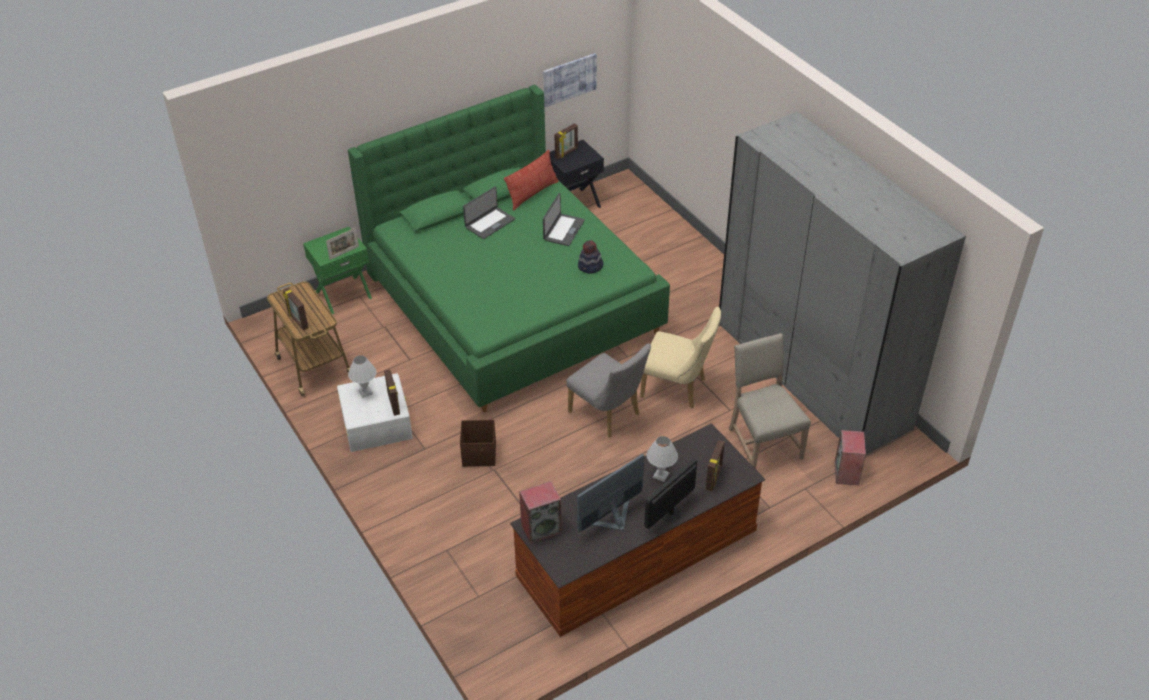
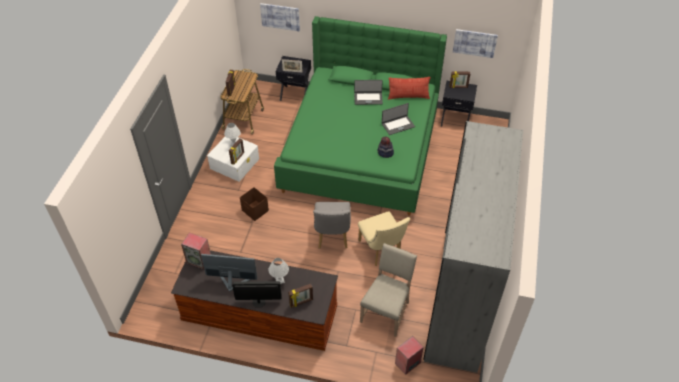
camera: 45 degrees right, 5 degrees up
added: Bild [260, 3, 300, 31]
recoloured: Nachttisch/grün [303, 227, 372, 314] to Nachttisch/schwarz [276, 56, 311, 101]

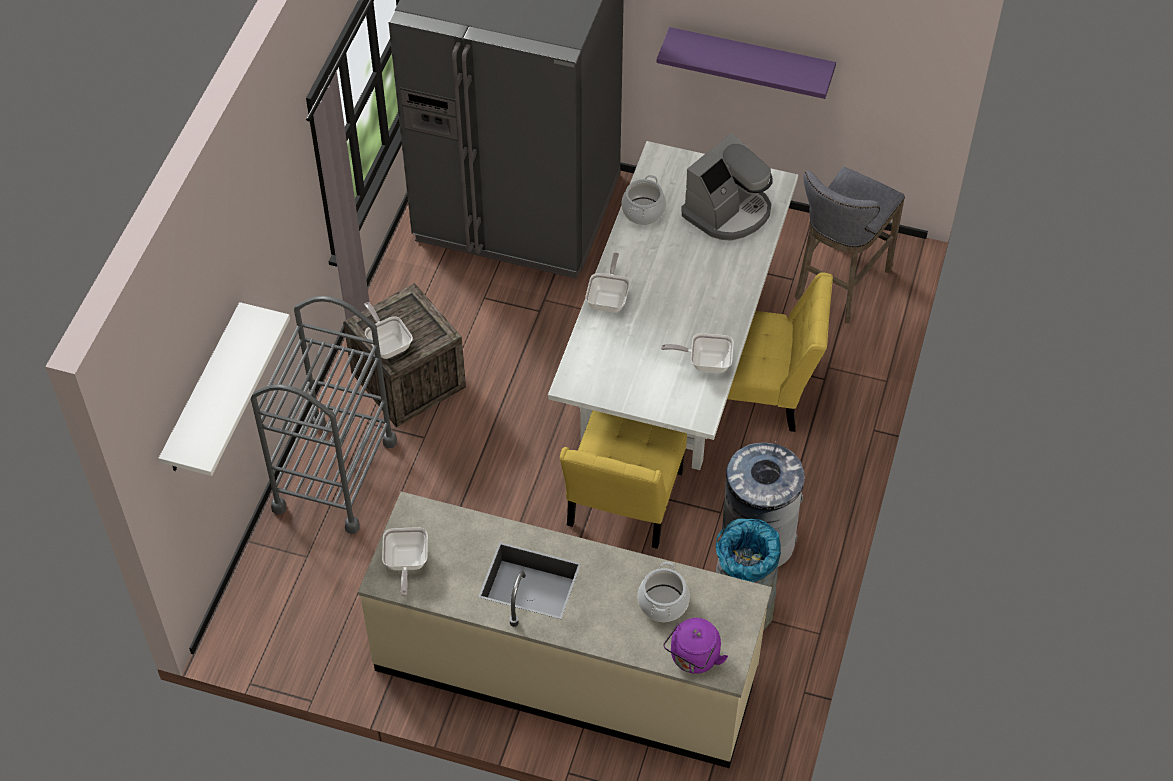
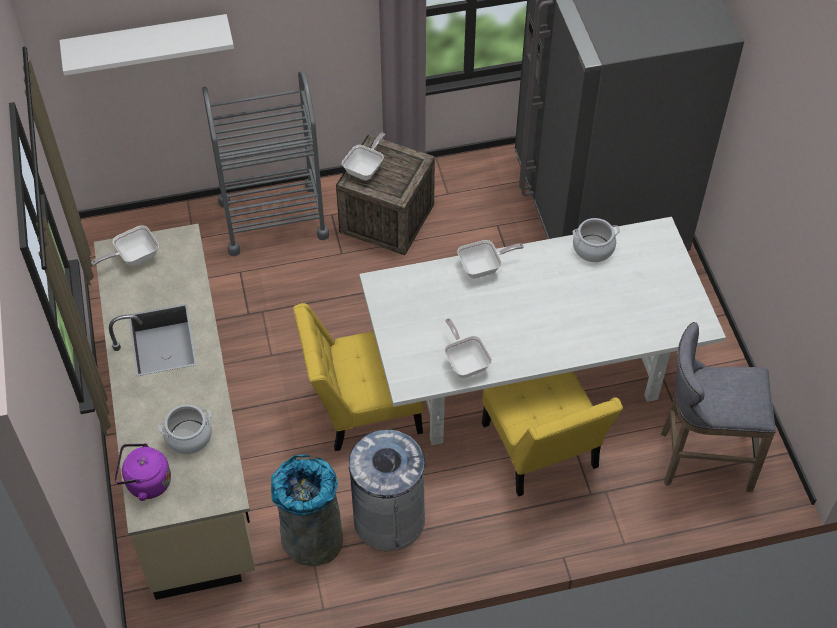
camera: 60 degrees right, 0 degrees up
removed: Wandregal/lila [657, 27, 836, 99]; Kaffeemaschine [681, 133, 773, 241]

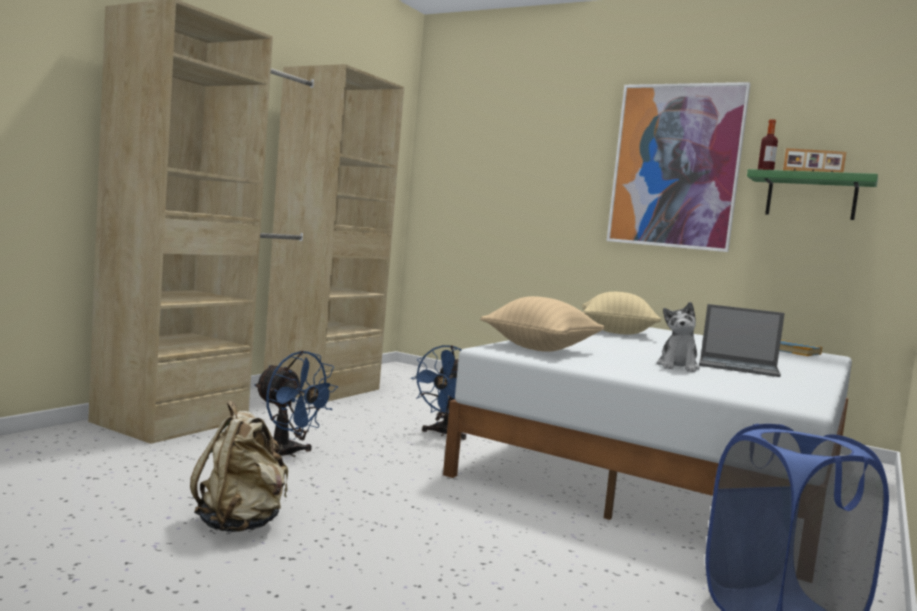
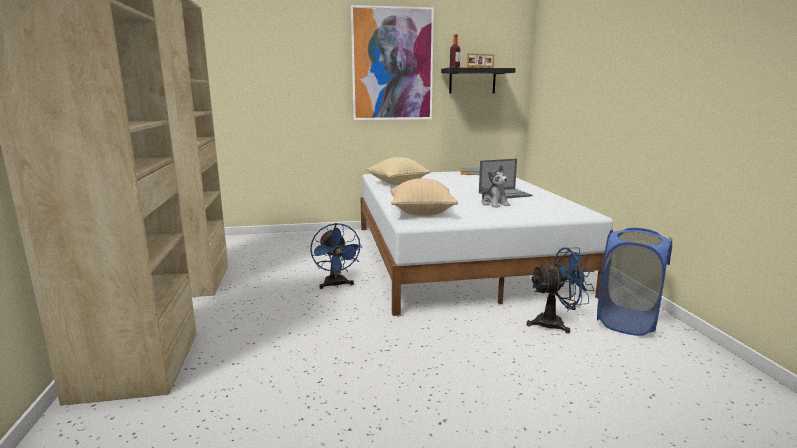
camera: 40 degrees left, 10 degrees up
removed: Rucksack/beige [190, 401, 288, 532]
moved: Ventilator/blau [254, 351, 338, 457] to [526, 248, 595, 334]
recoloured: Wandregal/grün [747, 169, 878, 220] to Wandregal/schwarz [441, 68, 516, 94]

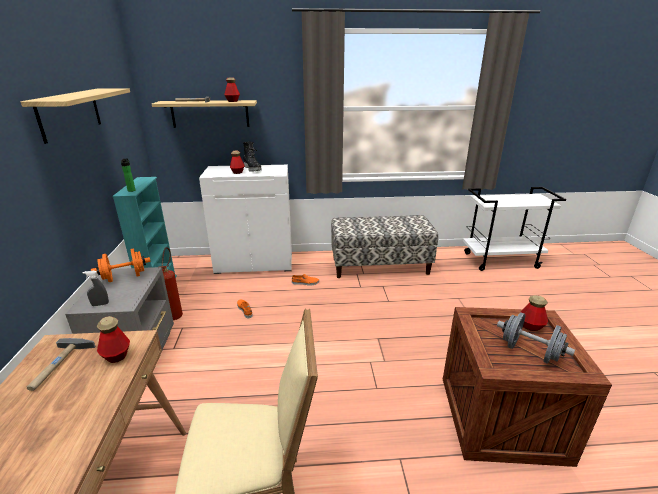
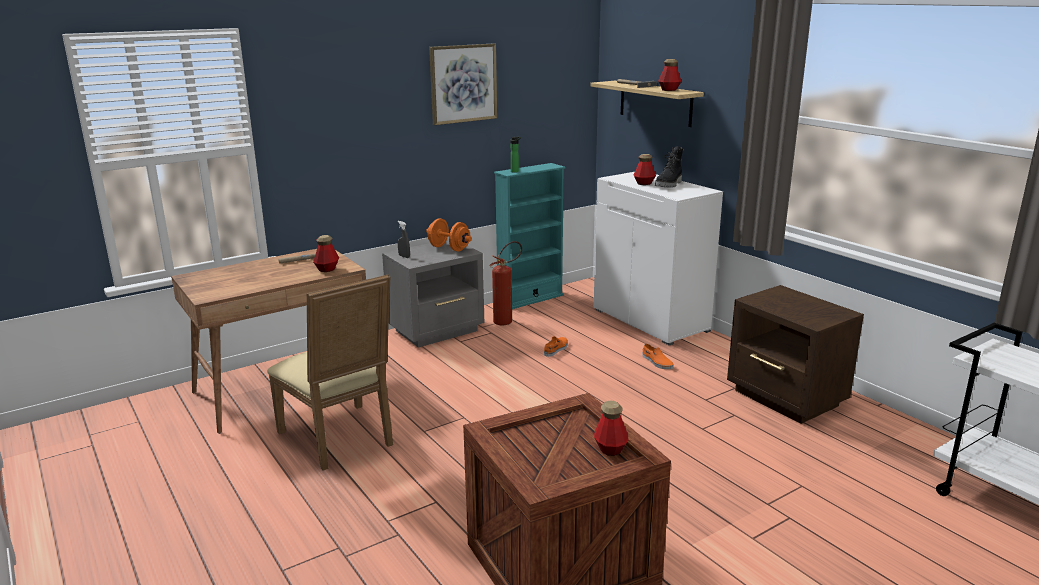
camera: 60 degrees right, 5 degrees down
removed: Hantel/grau [497, 312, 575, 364]
replaced: Wandregal [21, 88, 130, 144] to Bild [429, 43, 497, 125]; Bank [331, 215, 438, 278] to Nachttisch/braun [727, 285, 864, 424]

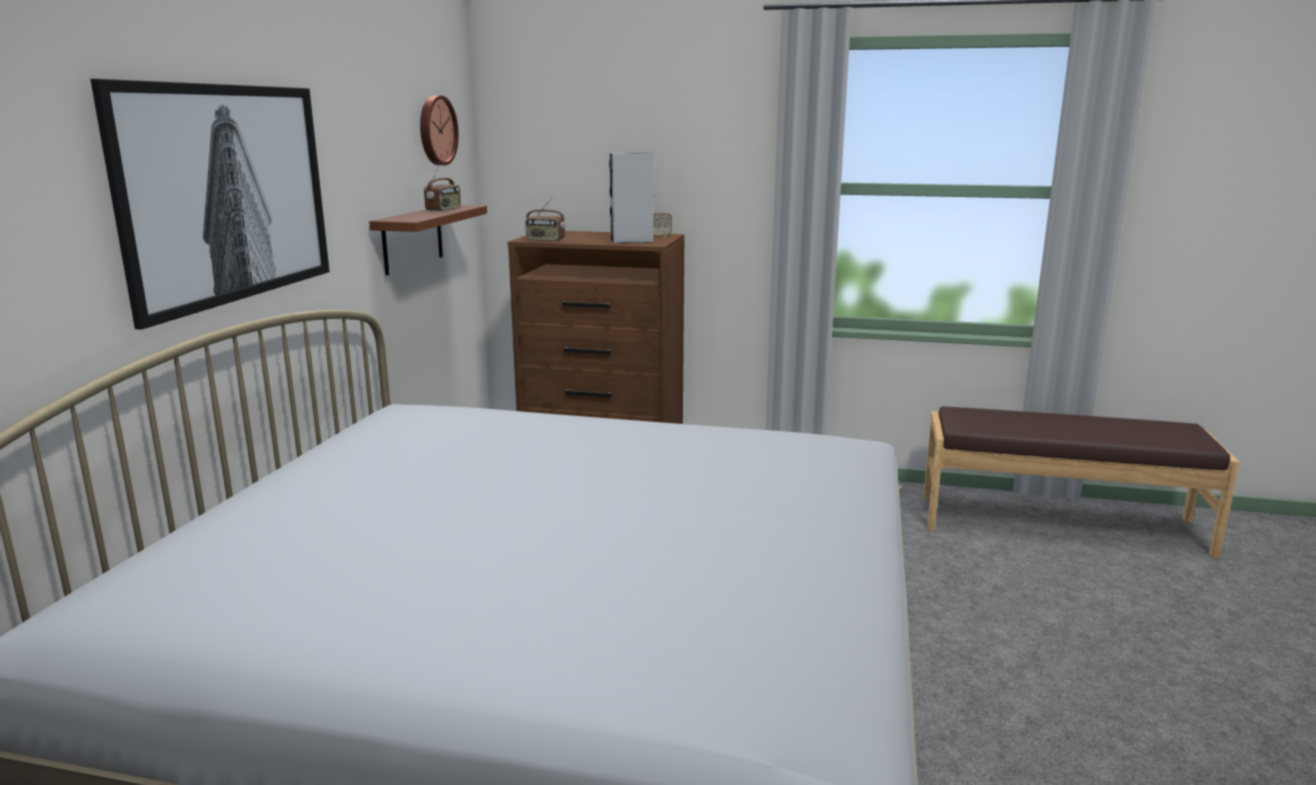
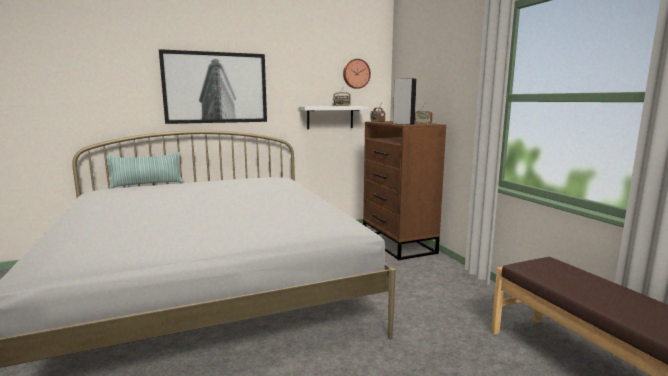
camera: 55 degrees right, 5 degrees down
added: Kissen [106, 152, 183, 189]
recoloured: Wandregal/braun [369, 205, 487, 276] to Wandregal/weiß [299, 106, 368, 129]

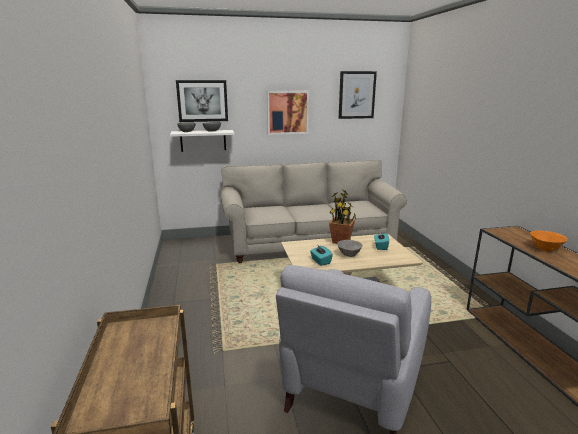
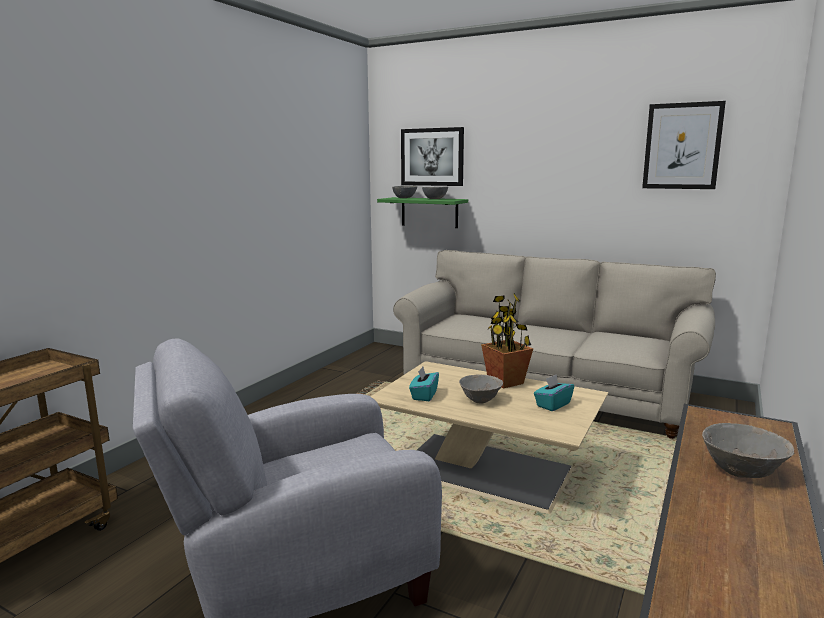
camera: 40 degrees right, 5 degrees down
removed: Bild [267, 91, 309, 135]
recoloured: Wandregal/weiß [170, 130, 234, 152] to Wandregal/grün [377, 197, 468, 228]; Schüssel/orange [530, 230, 568, 252] to Schüssel/grau [702, 423, 794, 478]

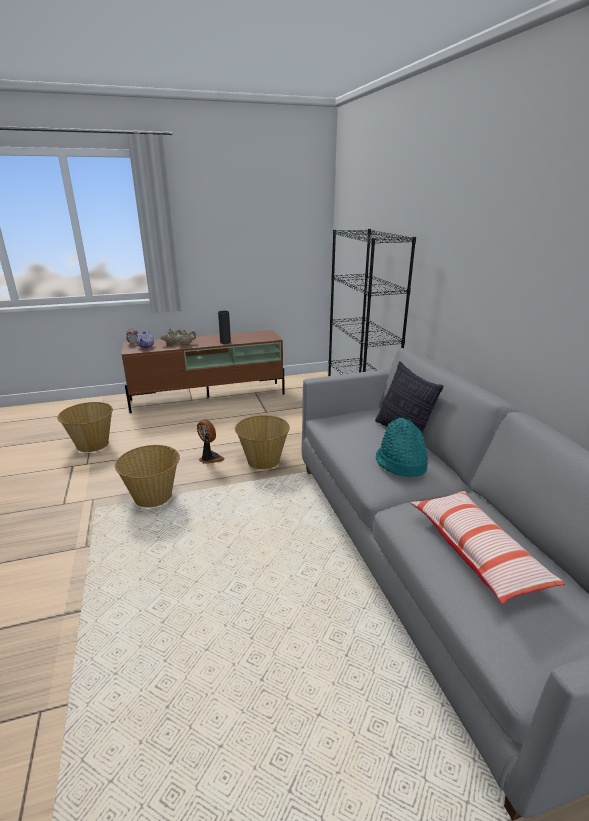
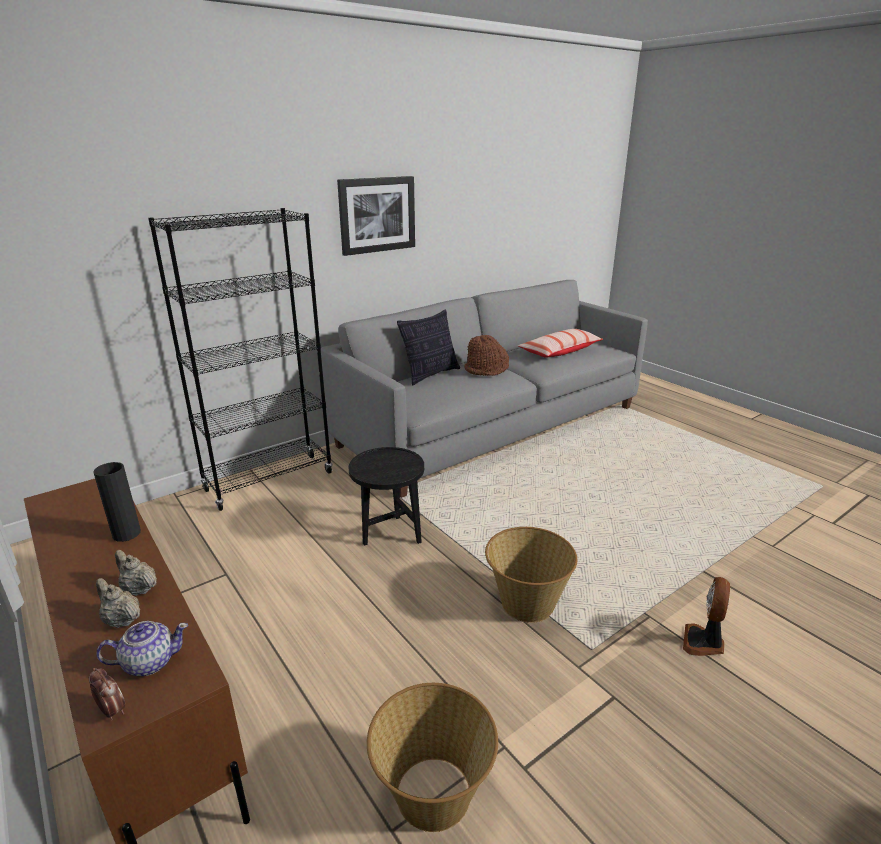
camera: 110 degrees left, 0 degrees up
added: Bild [337, 176, 415, 256]
moved: Ventilator [197, 419, 225, 464] to [683, 577, 730, 656]
replaced: Korb [235, 415, 290, 470] to Beistelltisch/schwarz [348, 447, 424, 546]
recoloured: Hut/türkis [376, 418, 428, 477] to Hut/braun [464, 335, 509, 376]

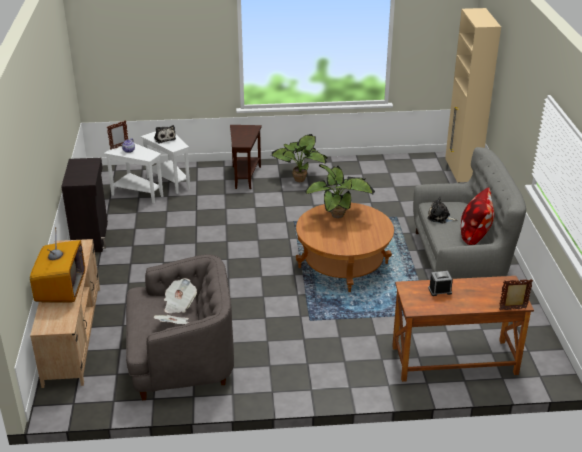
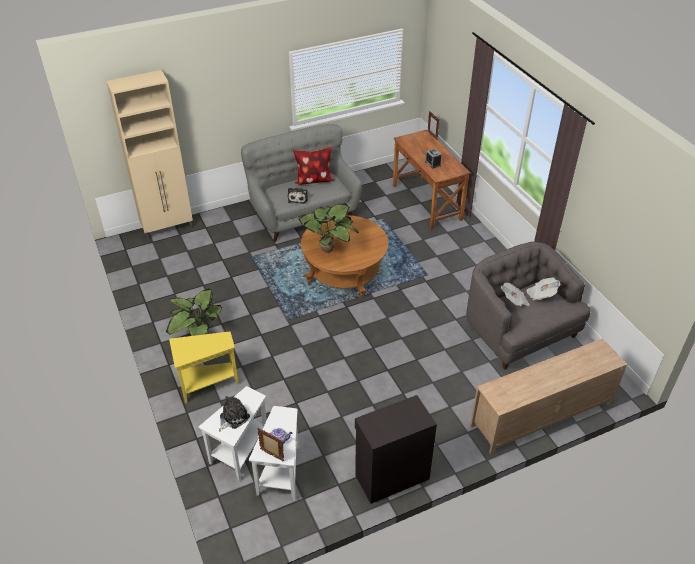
camera: 110 degrees left, 10 degrees up
removed: Fernseher [30, 227, 85, 303]
recoloured: Beistelltisch/braun [230, 125, 262, 189] to Beistelltisch/gelb [169, 331, 239, 404]

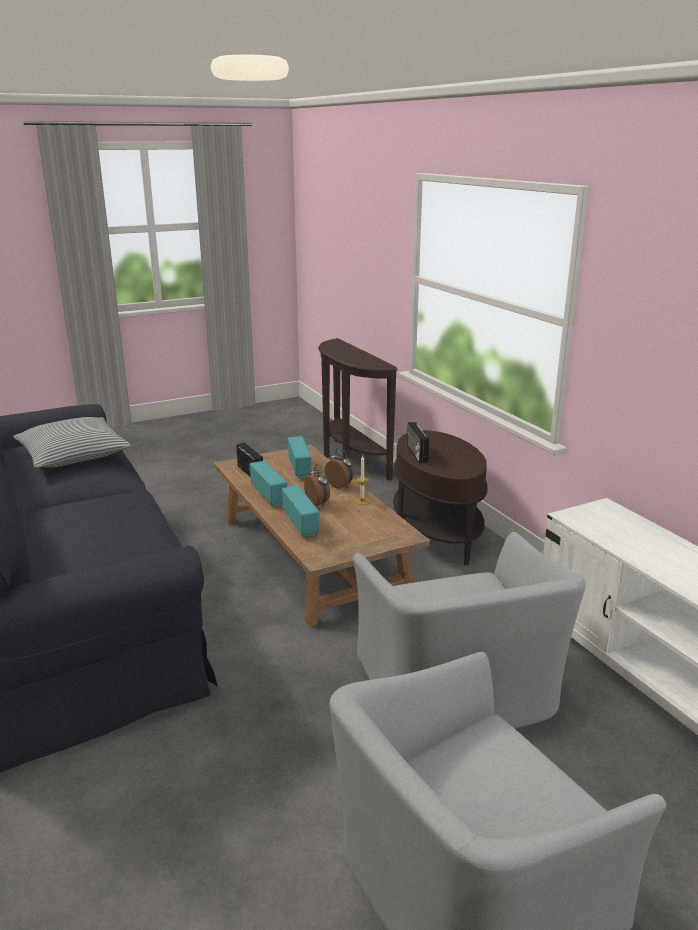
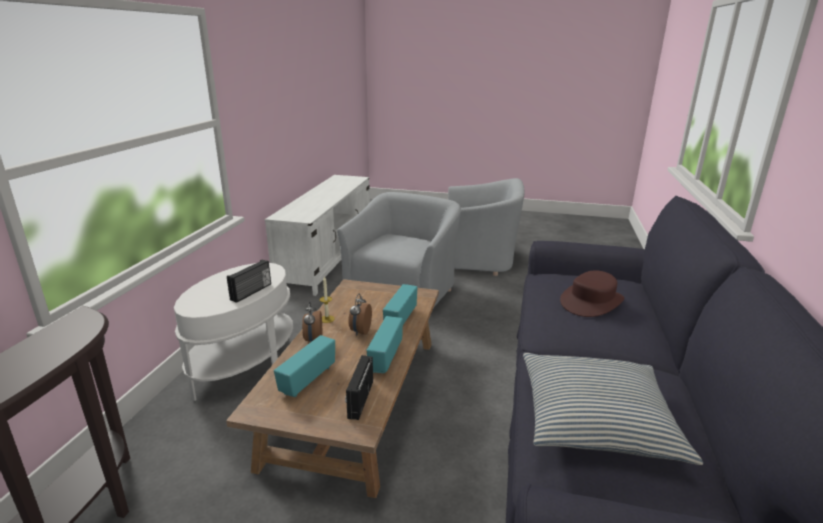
camera: 140 degrees left, 0 degrees up
added: Hut/braun [560, 270, 624, 317]
recoloured: Beistelltisch/braun [393, 430, 487, 566] to Beistelltisch/weiß [174, 263, 293, 401]

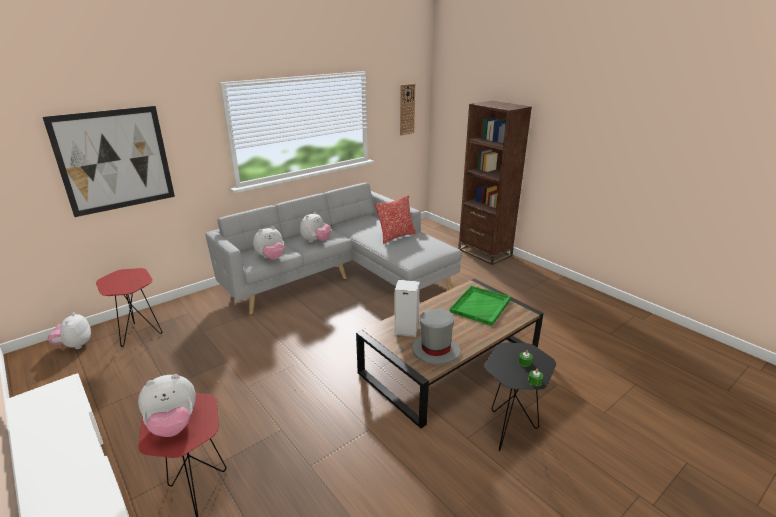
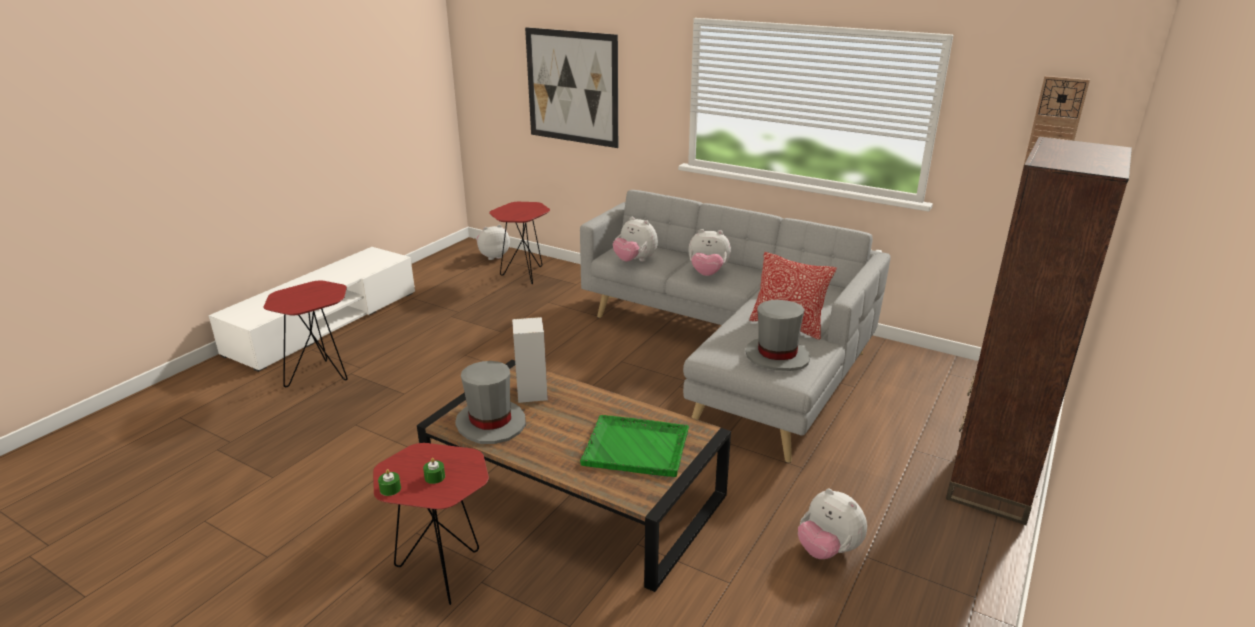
camera: 70 degrees right, 0 degrees up
added: Hut/grau [746, 300, 810, 371]
moved: Plüschtier [138, 374, 196, 437] to [798, 488, 867, 559]
recoloured: Beistelltisch/schwarz [484, 343, 556, 451] to Beistelltisch/rot [373, 443, 489, 605]

